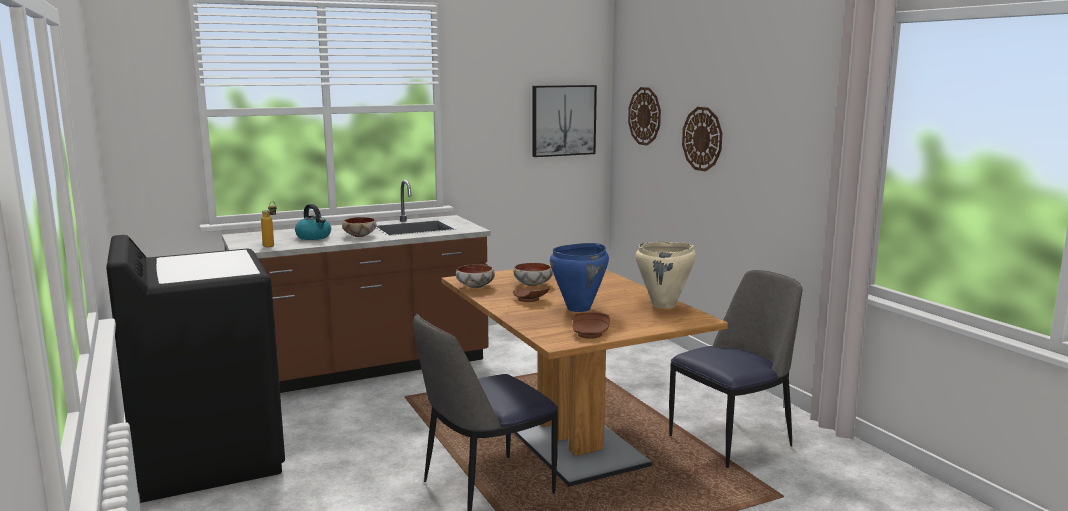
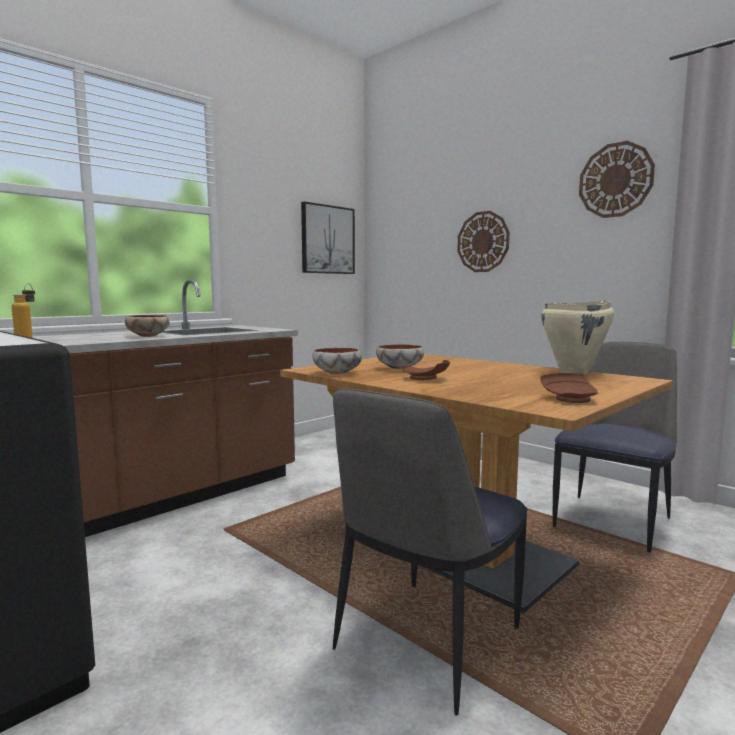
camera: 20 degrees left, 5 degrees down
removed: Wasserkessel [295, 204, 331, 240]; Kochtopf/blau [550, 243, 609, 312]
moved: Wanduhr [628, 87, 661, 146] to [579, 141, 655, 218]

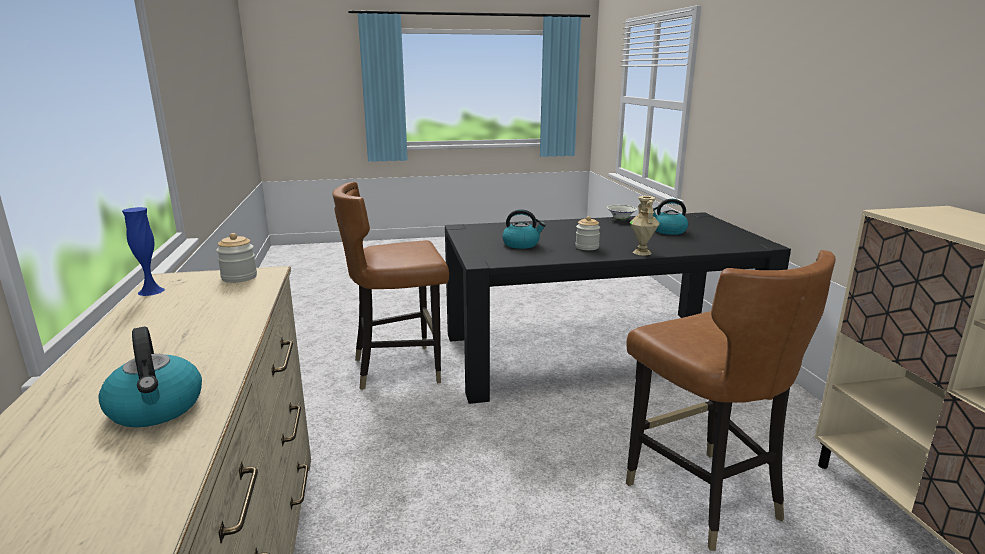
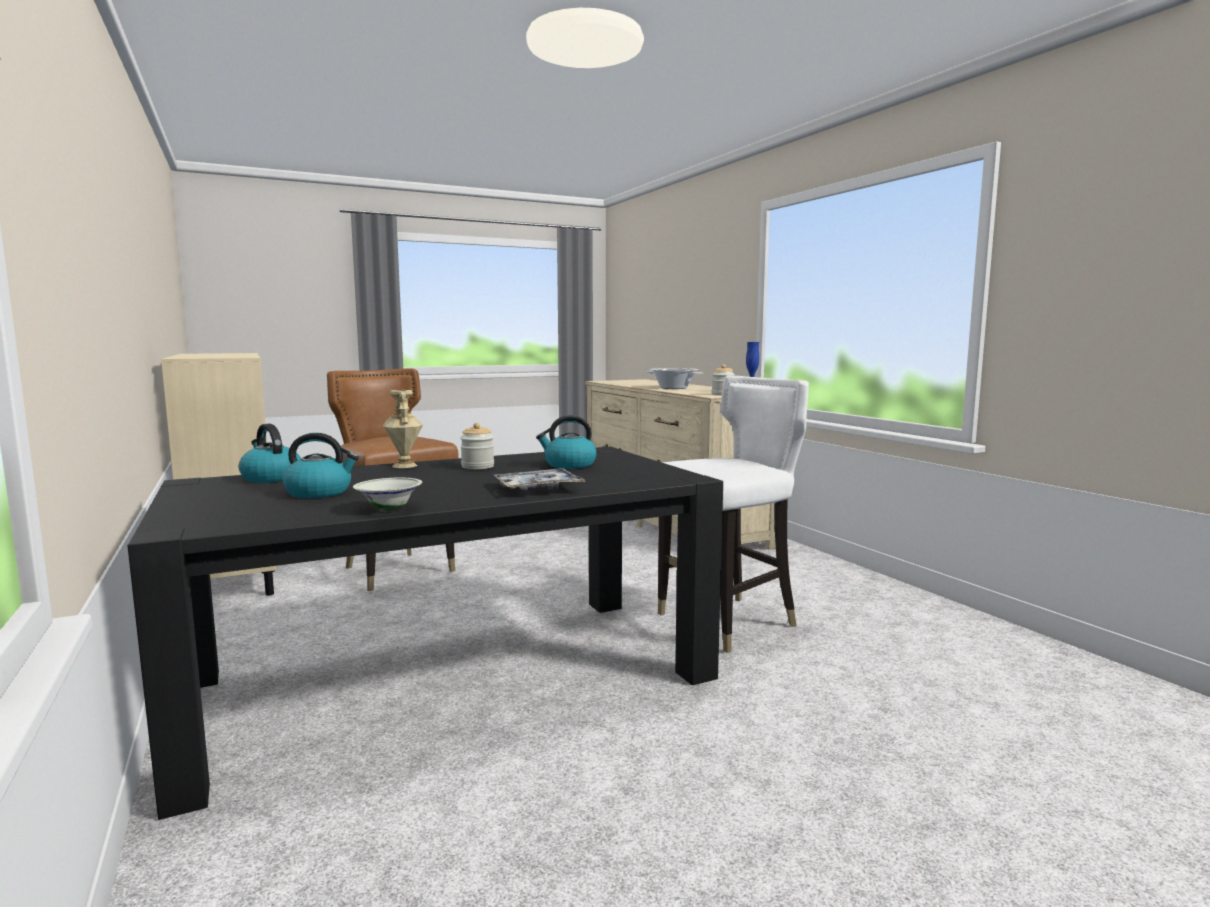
camera: 165 degrees right, 10 degrees down
added: Kochtopf [645, 368, 703, 389]; Tablett [494, 468, 585, 491]
moved: Wasserkessel [98, 327, 202, 427] to [239, 424, 301, 483]
recoloured: Stuhl/braun [332, 182, 449, 390] to Stuhl/weiß [658, 375, 809, 653]

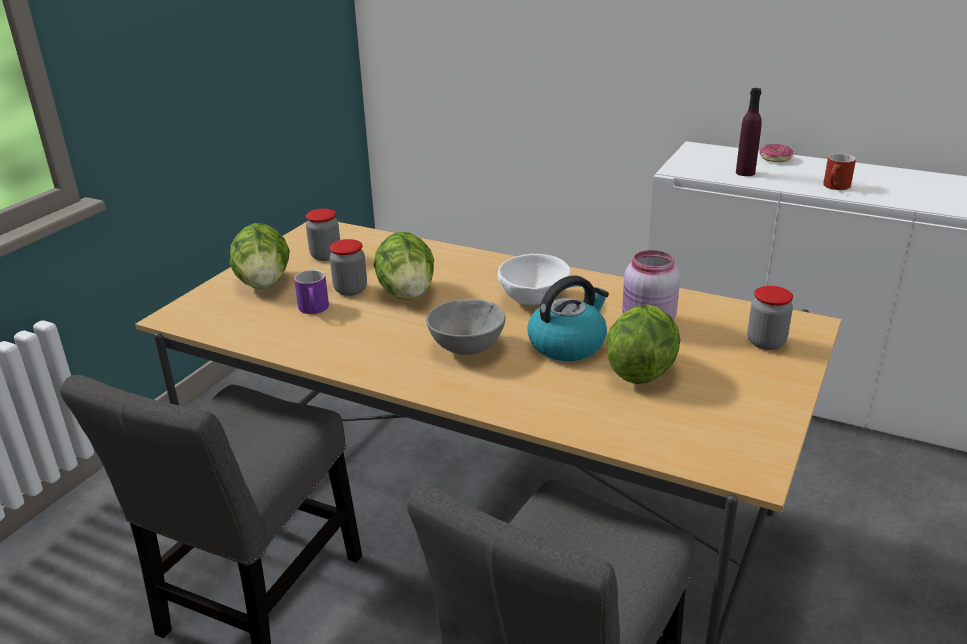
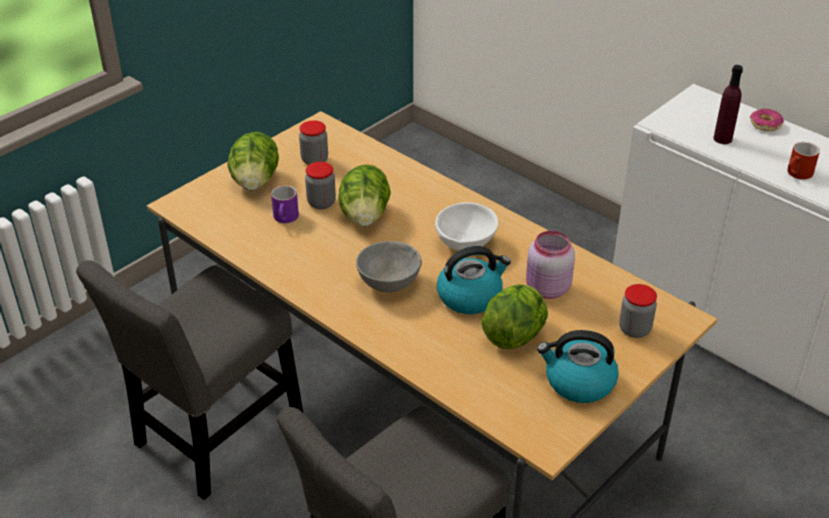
camera: 15 degrees right, 10 degrees up
added: Wasserkessel [537, 330, 619, 403]

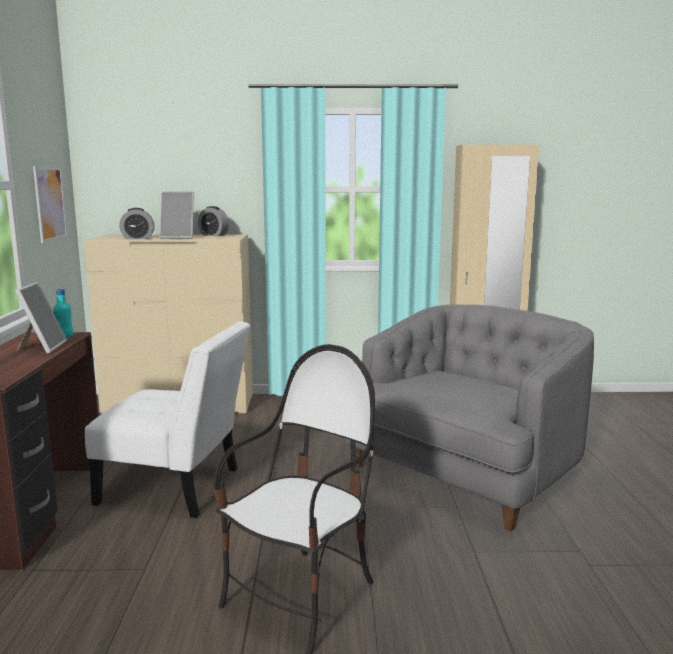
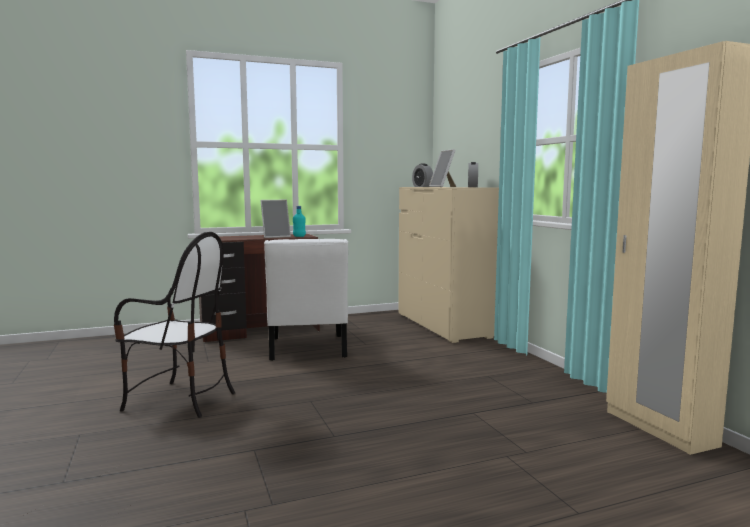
camera: 70 degrees right, 5 degrees down
removed: Bild [33, 166, 68, 243]; Sessel/grau [345, 304, 594, 531]

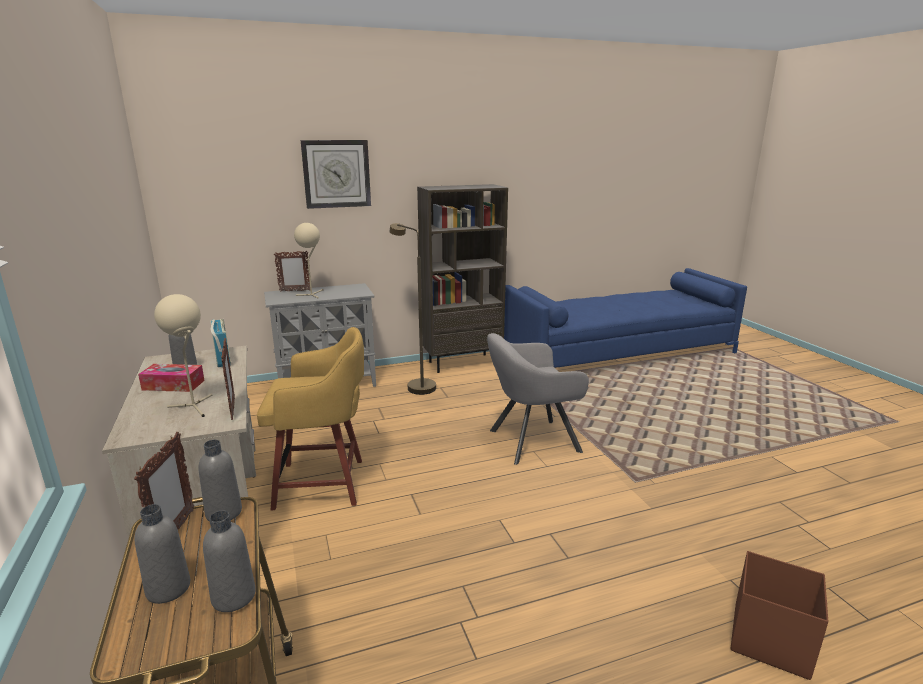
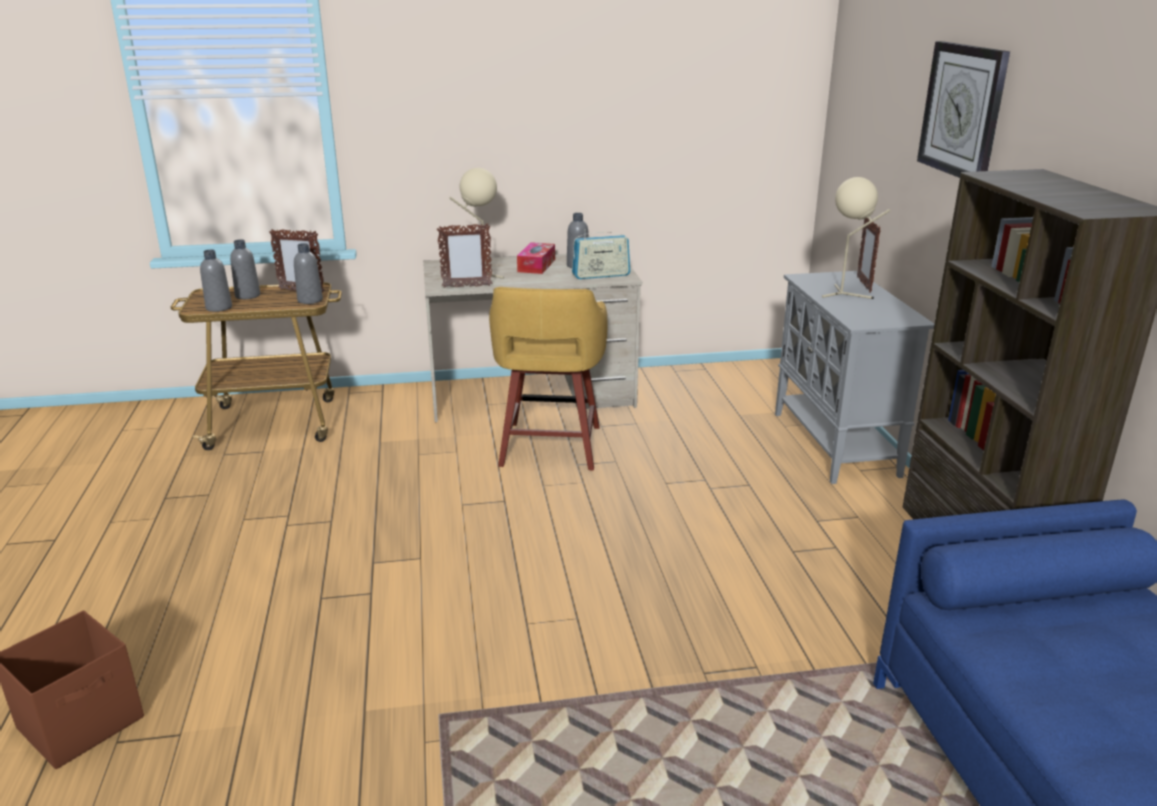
camera: 100 degrees right, 5 degrees up
removed: Stehlampe/braun [390, 223, 436, 395]; Sessel/grau [487, 333, 589, 465]

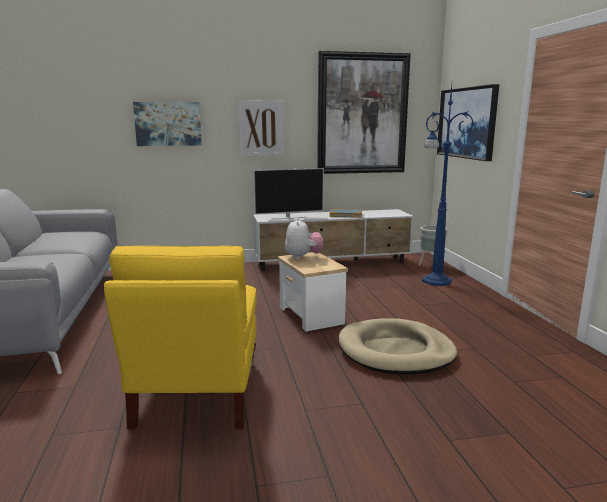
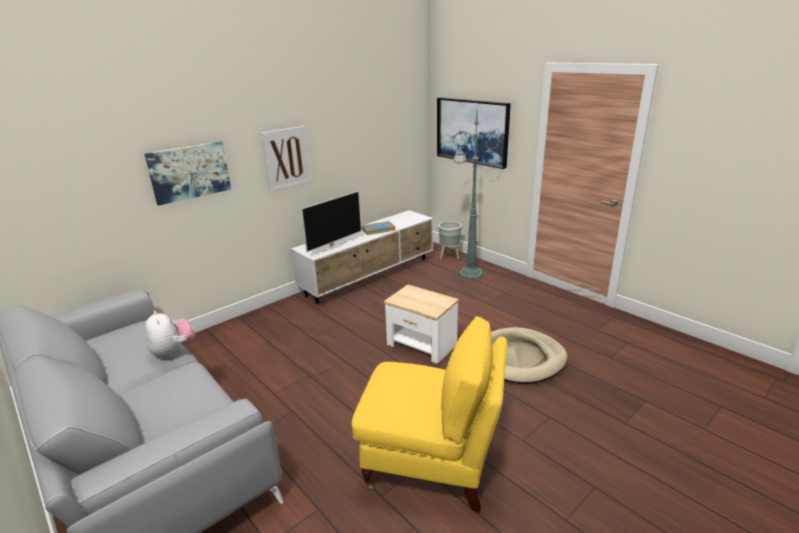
camera: 30 degrees left, 10 degrees up
removed: Bild [317, 51, 411, 174]
moved: Plüschtier [285, 218, 323, 260] to [145, 311, 195, 358]
recoloured: Stehlampe/blau [422, 85, 474, 286] to Stehlampe/grün [453, 113, 499, 279]
turned: Sessel/gelb [104, 246, 257, 429] = [352, 316, 507, 513] 45 degrees counterclockwise

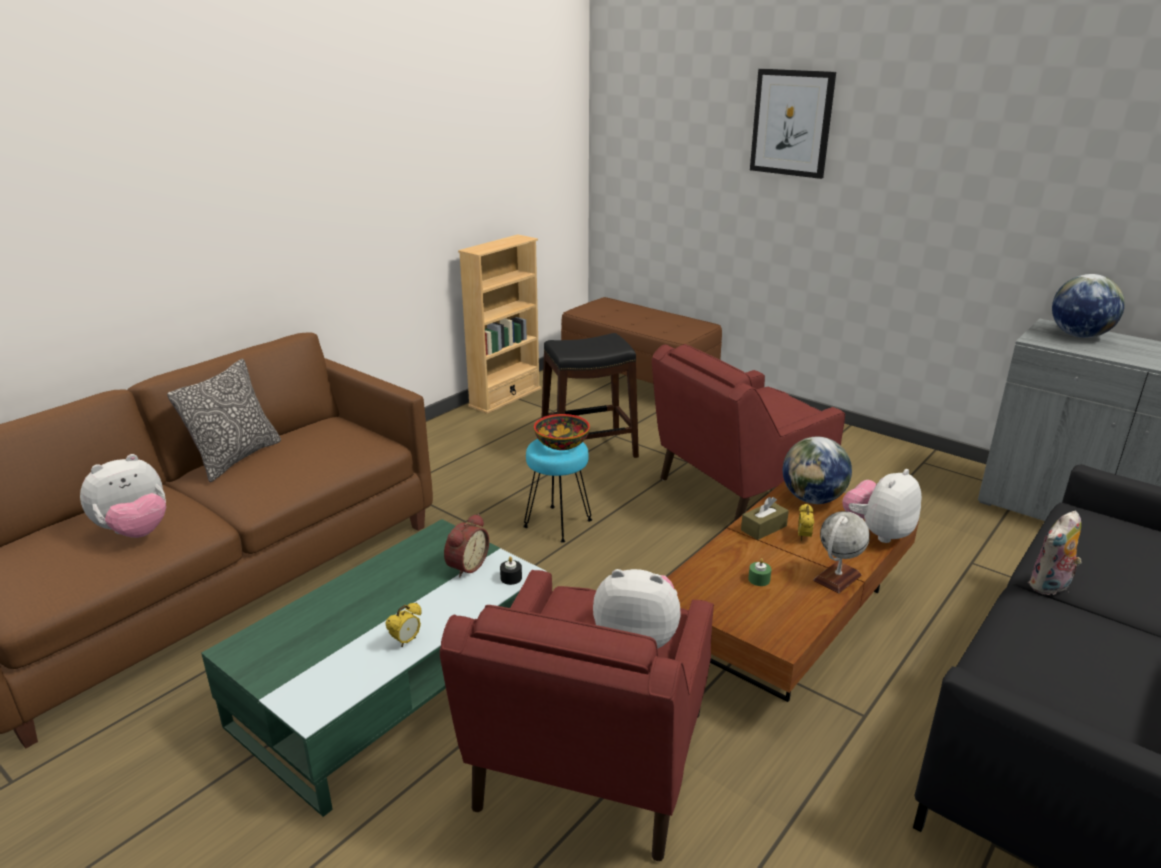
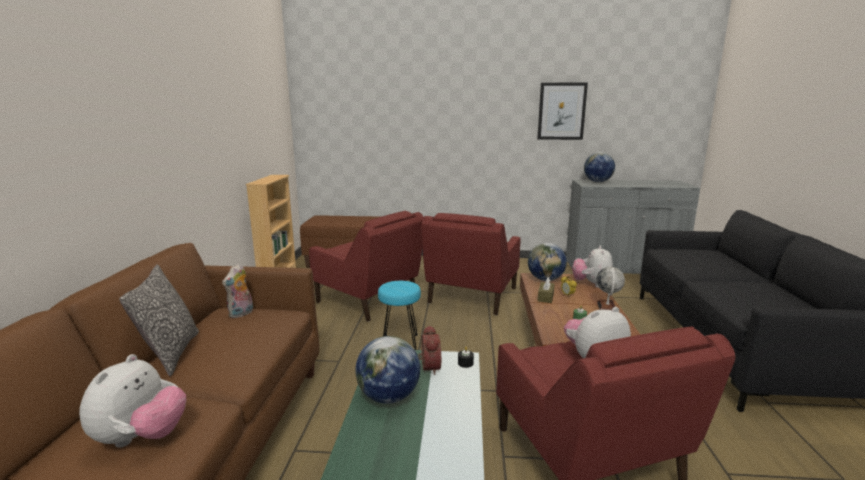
camera: 35 degrees left, 10 degrees down
removed: Schüssel [534, 414, 590, 450]; Wecker [385, 602, 422, 647]
added: Globus [355, 336, 420, 404]
moved: Bild [750, 69, 836, 179] to [537, 83, 588, 140]; Plüschtier [1028, 510, 1082, 596] to [222, 264, 253, 318]
replaced: Hocker/schwarz [541, 333, 639, 458] to Sessel/rot [309, 211, 424, 322]

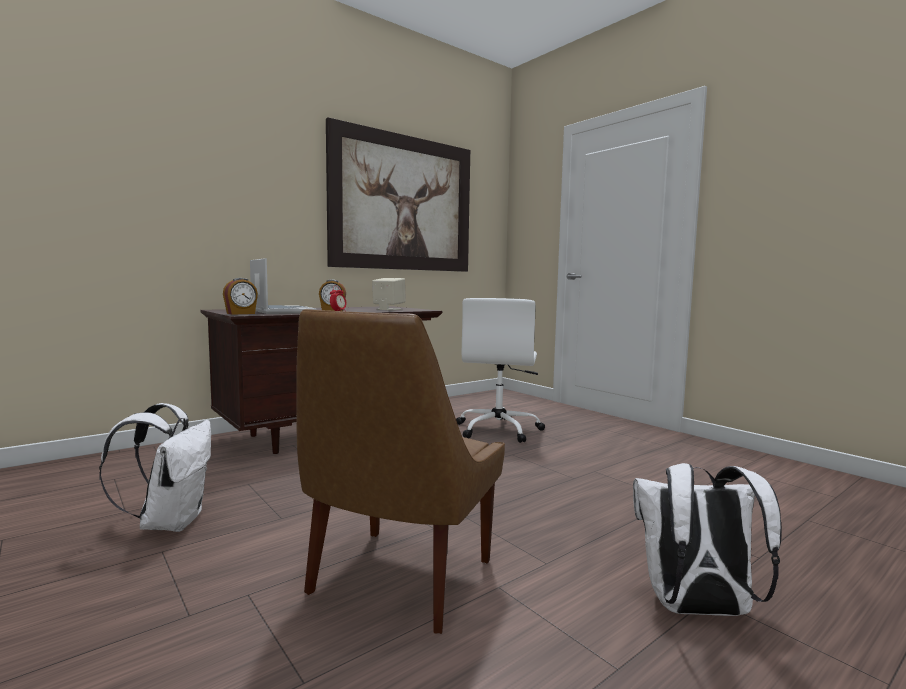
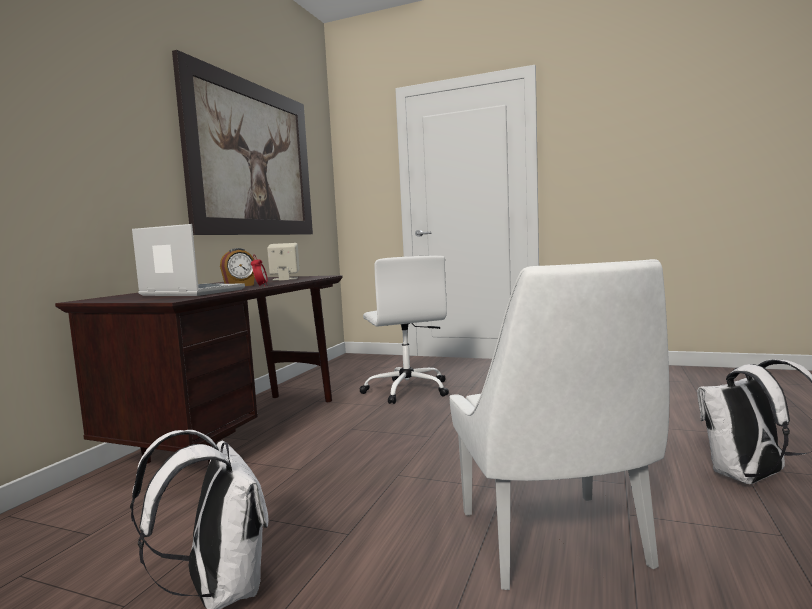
camera: 30 degrees left, 0 degrees up
removed: Wecker [223, 278, 258, 315]
recoloured: Stuhl/braun [297, 309, 505, 634] to Stuhl/weiß [449, 259, 670, 590]

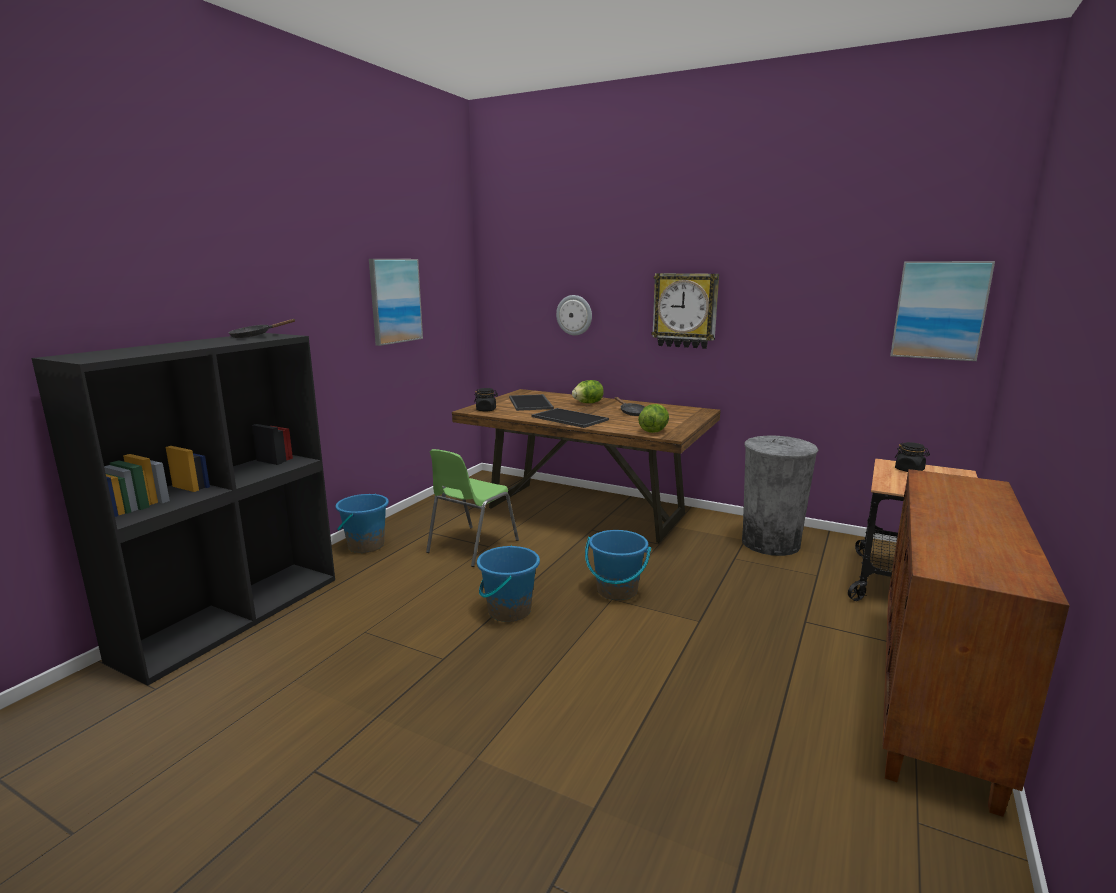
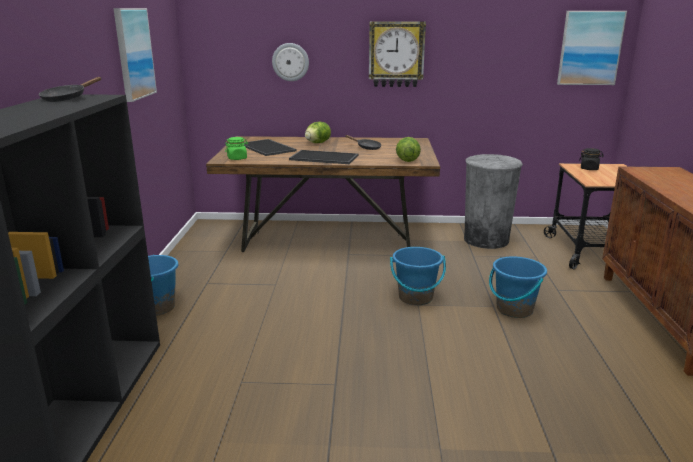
camera: 25 degrees left, 5 degrees up
removed: Stuhl/grün [426, 449, 519, 567]
moved: Eimer/blau [477, 545, 540, 622] to [489, 256, 547, 318]
recoloured: Vorratsglas/schwarz [474, 388, 498, 412] to Vorratsglas/grün [225, 137, 248, 160]

